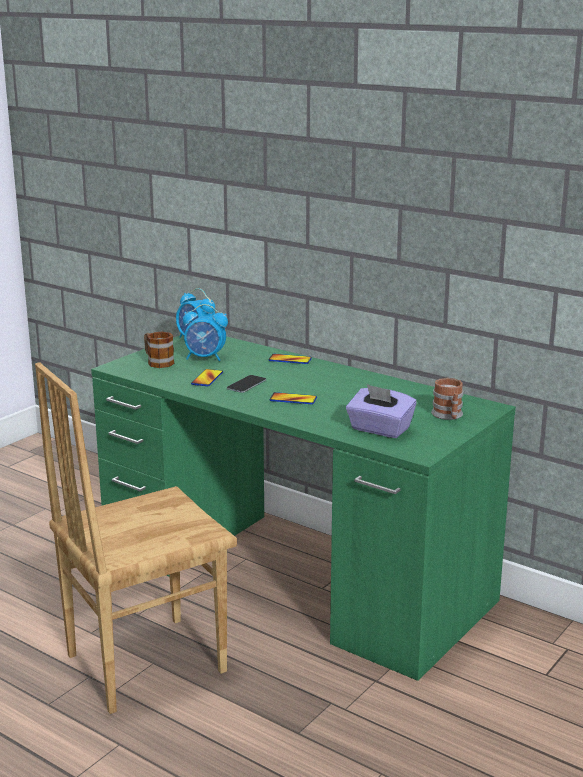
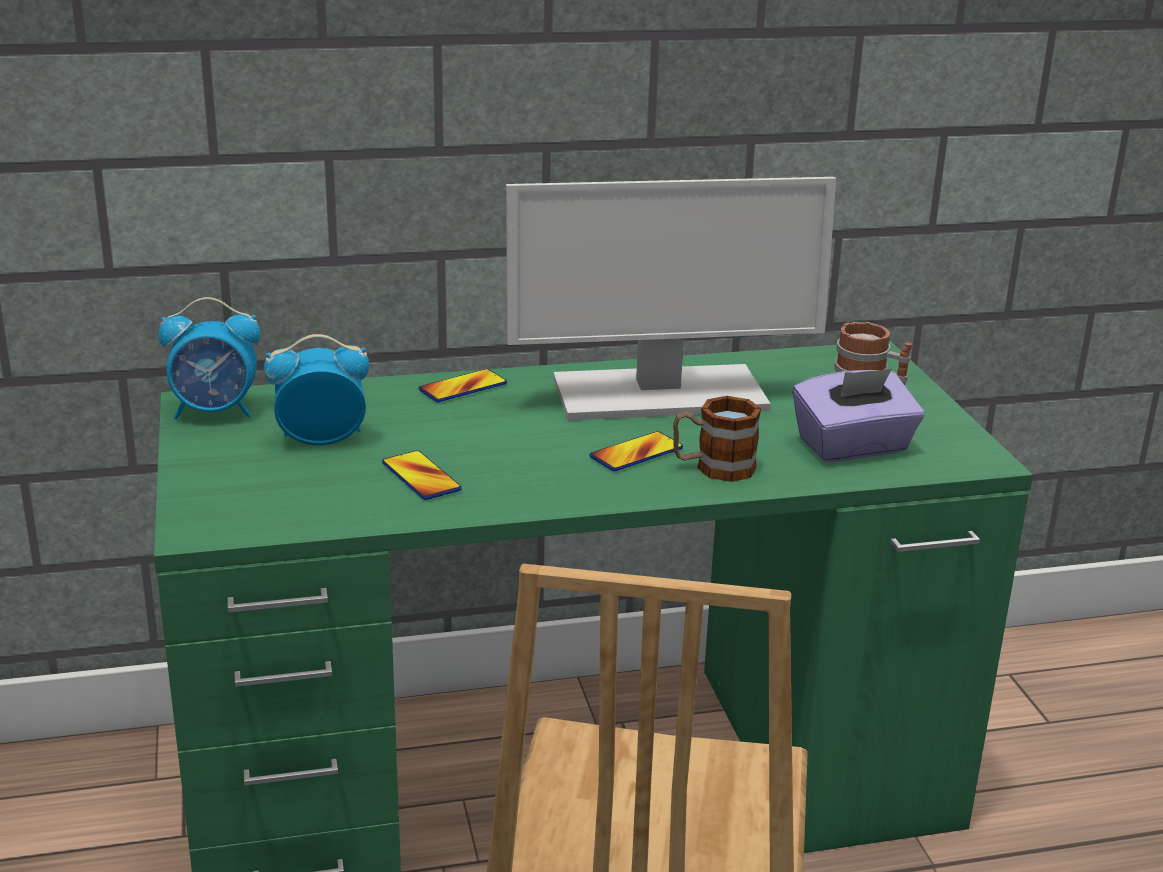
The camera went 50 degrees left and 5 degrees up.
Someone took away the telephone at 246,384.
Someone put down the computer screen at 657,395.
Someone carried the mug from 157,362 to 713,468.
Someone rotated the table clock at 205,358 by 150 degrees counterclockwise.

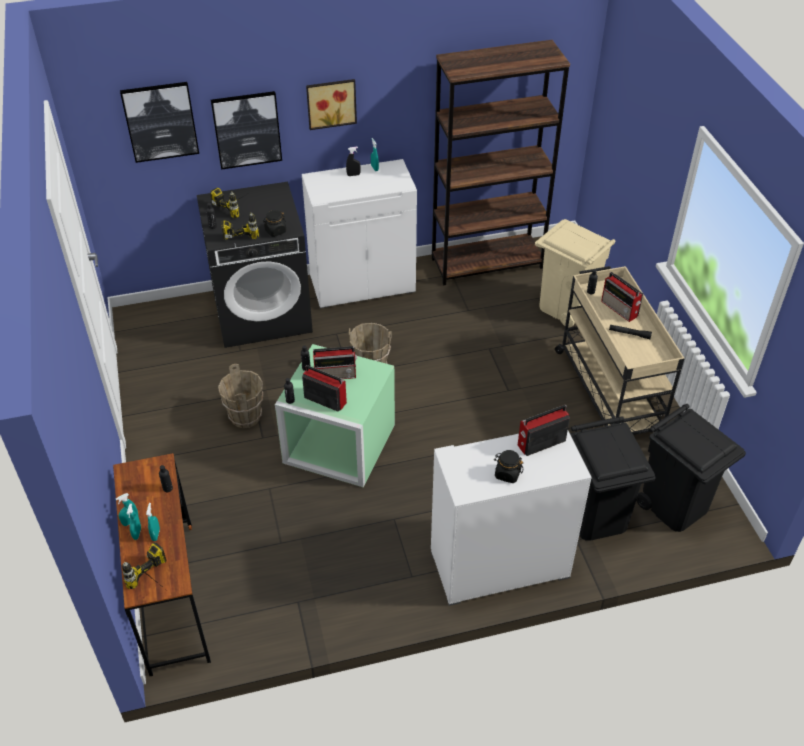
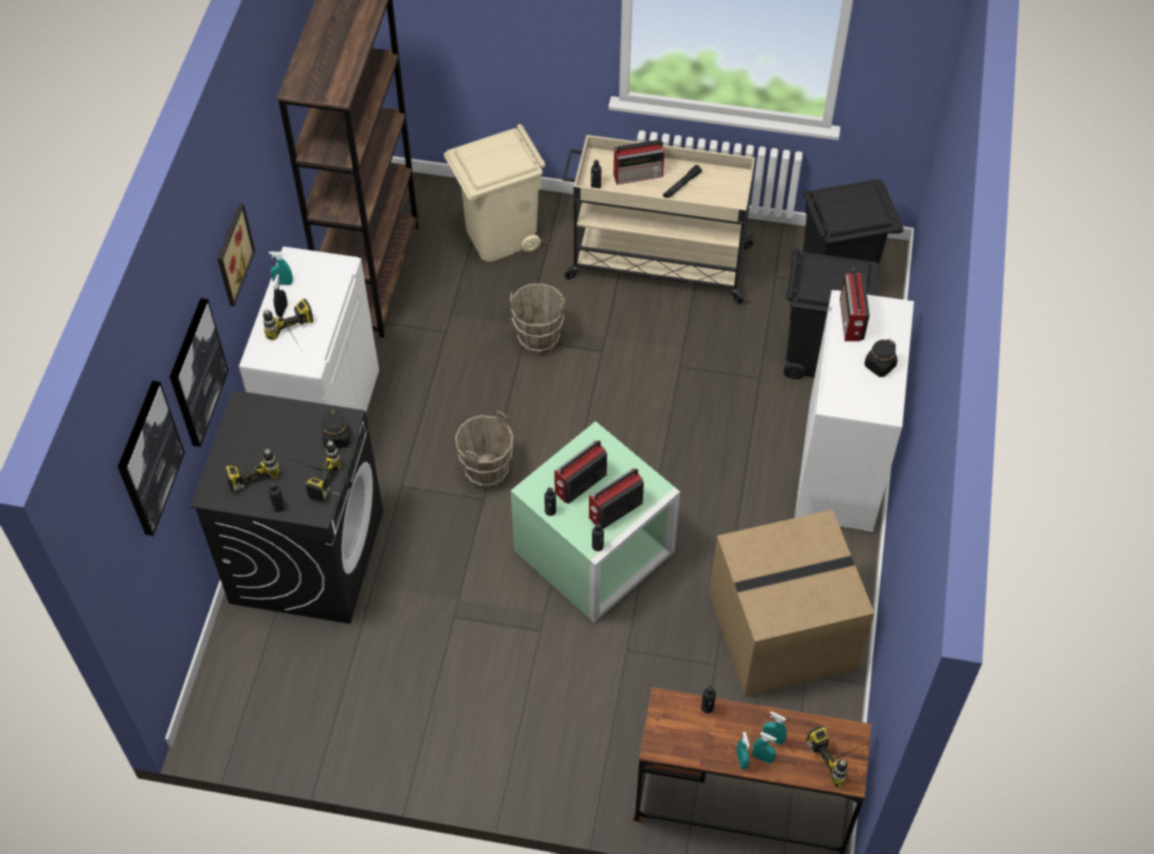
The camera went 65 degrees left and 10 degrees up.
Someone put down the power drill at 296,341.
Someone put down the carton at 781,633.
Someone carried the water bucket/brown-coloured from 246,417 to 538,339.
Someone rotated the radio set at 336,375 by 150 degrees counterclockwise.

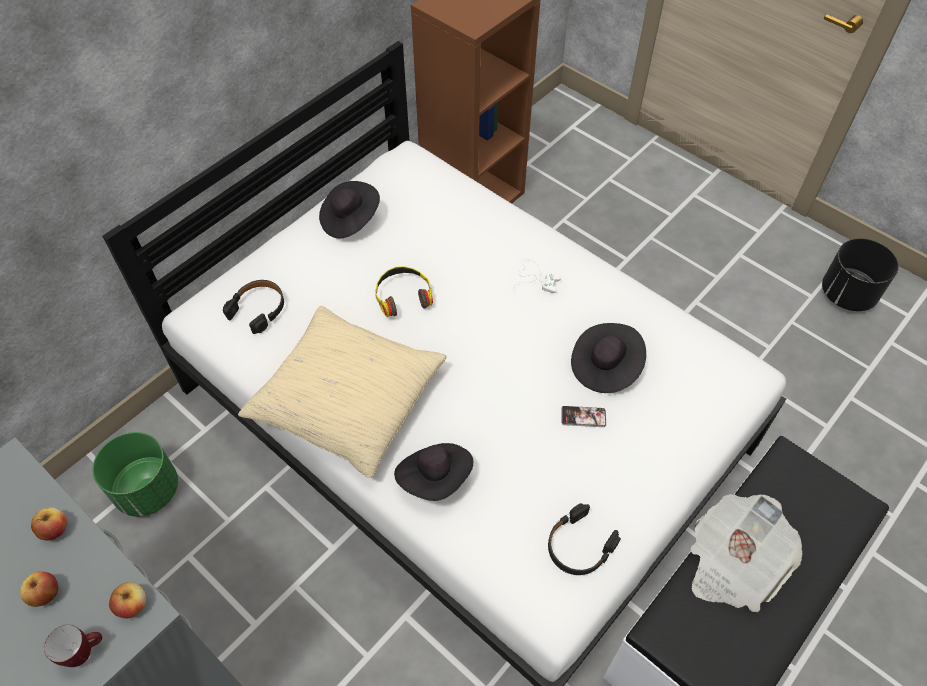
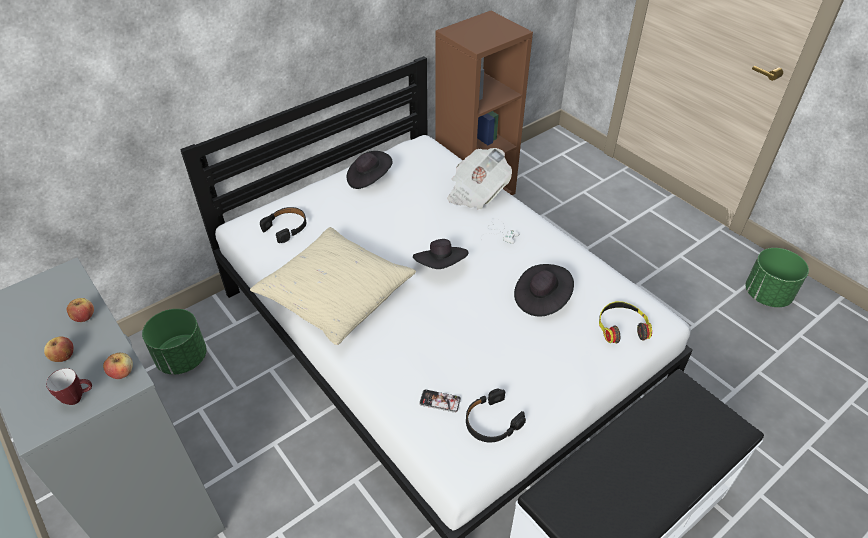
The camera went 10 degrees right and 10 degrees down.
Someone carried the headphones from 403,295 to 621,327.
Someone carried the wearable hat/blackish from 435,478 to 441,266.
Someone carried the telephone from 583,417 to 440,401.
Someone carried the printed paper from 732,563 to 476,192.
Someone repainted the flower pot/blackish at 847,294, which became the flower pot/green at 766,294.

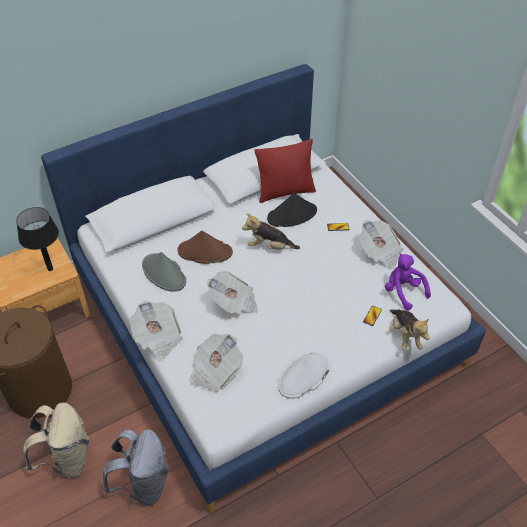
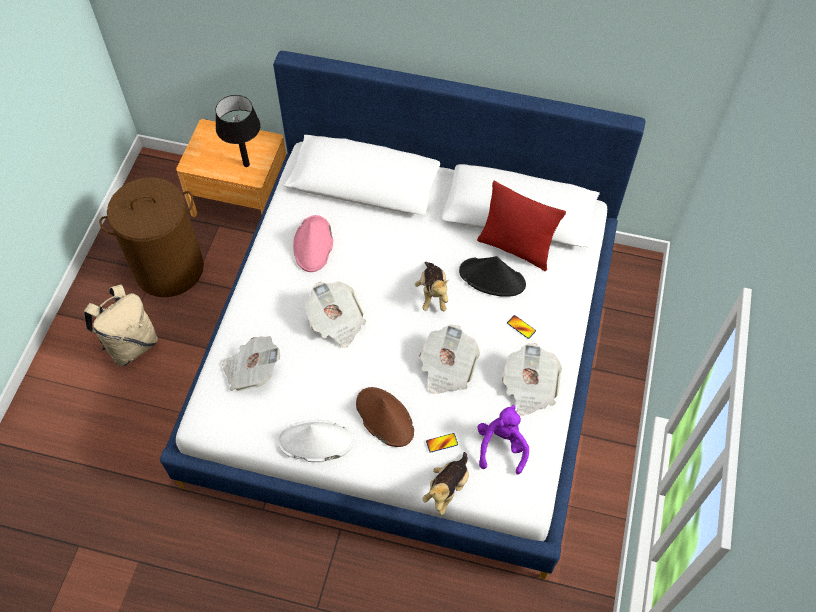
The camera went 45 degrees right and 10 degrees up.
Someone took away the rucksack/greyish at 144,484.
Someone carried the printed paper from 158,337 to 447,368.
Someone carried the wearable hat/brown-coloured from 204,252 to 384,417.
Someone repainted the wearable hat/greyish at 164,273, which became the wearable hat/pinkish at 313,244.
Someone rotated the cuddly toy at 269,246 by 150 degrees counterclockwise.

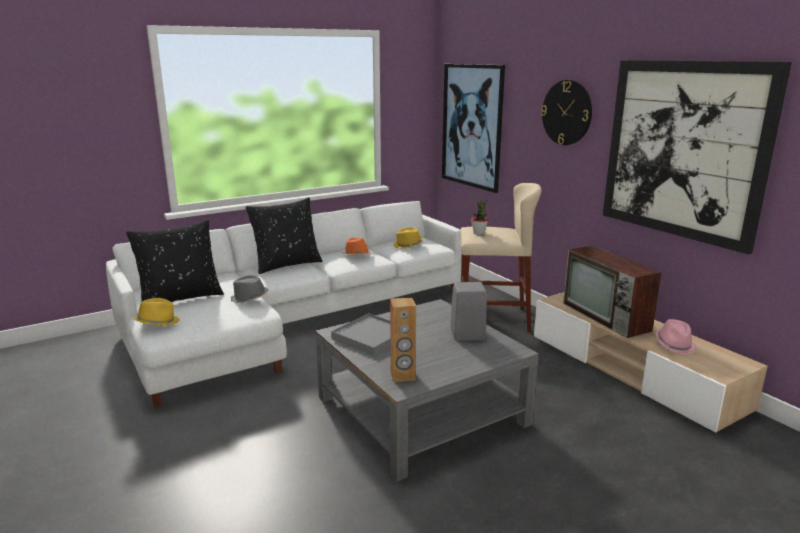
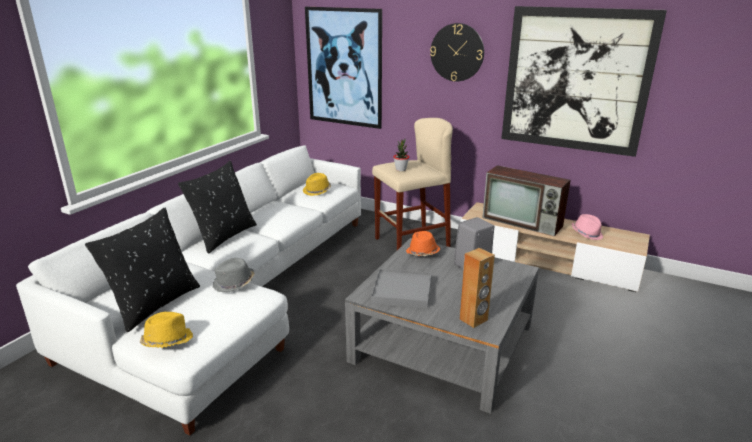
The camera went 30 degrees left and 5 degrees up.
Someone carried the wearable hat/orangey from 356,255 to 422,253.

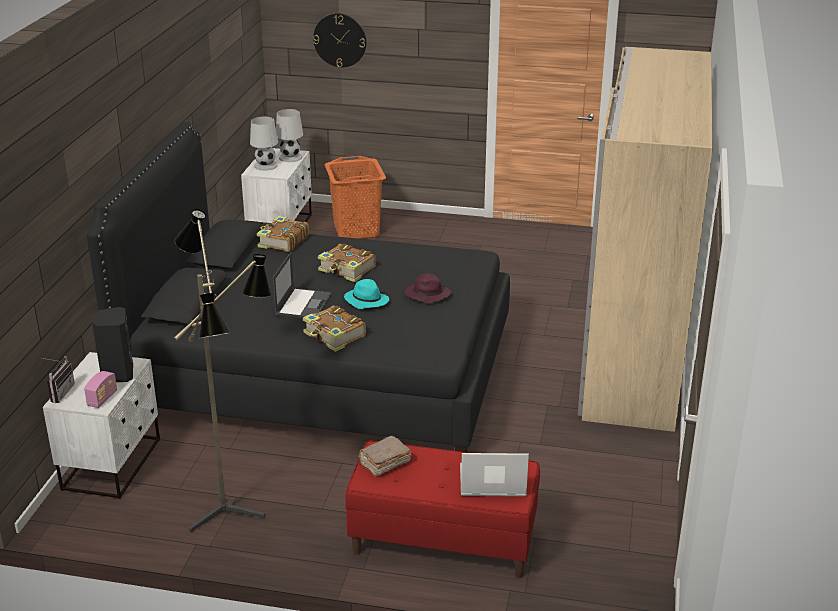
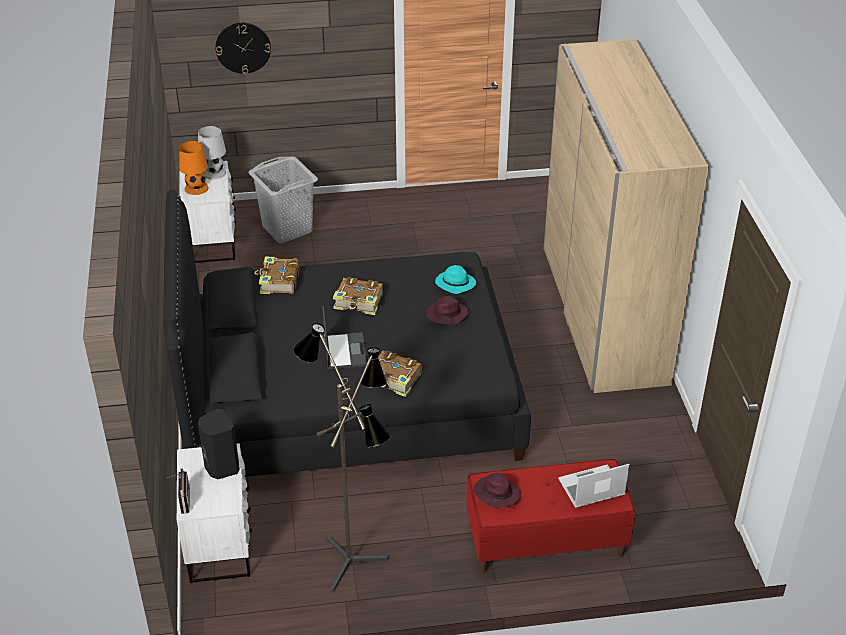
The camera went 20 degrees left and 10 degrees up.
Someone took away the radio set at 102,399.
Someone carried the wearable hat/blue-green from 366,301 to 455,284.
Someone swapped the bound book/brown-coloured at 384,463 for the wearable hat/purple-coloured at 496,493.
Someone repainted the tabletop lamp/white at 265,166, which became the tabletop lamp/orangey at 196,188.
Someone repainted the laundry basket/orangey at 356,231, which became the laundry basket/greyish at 287,229.

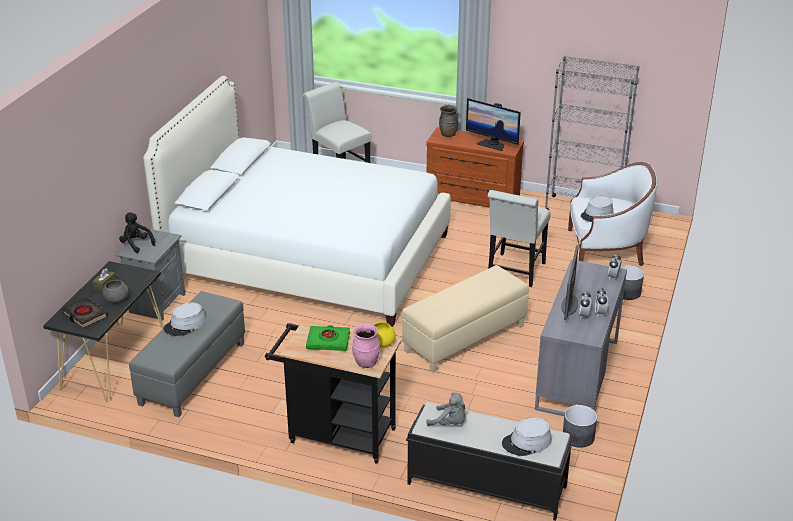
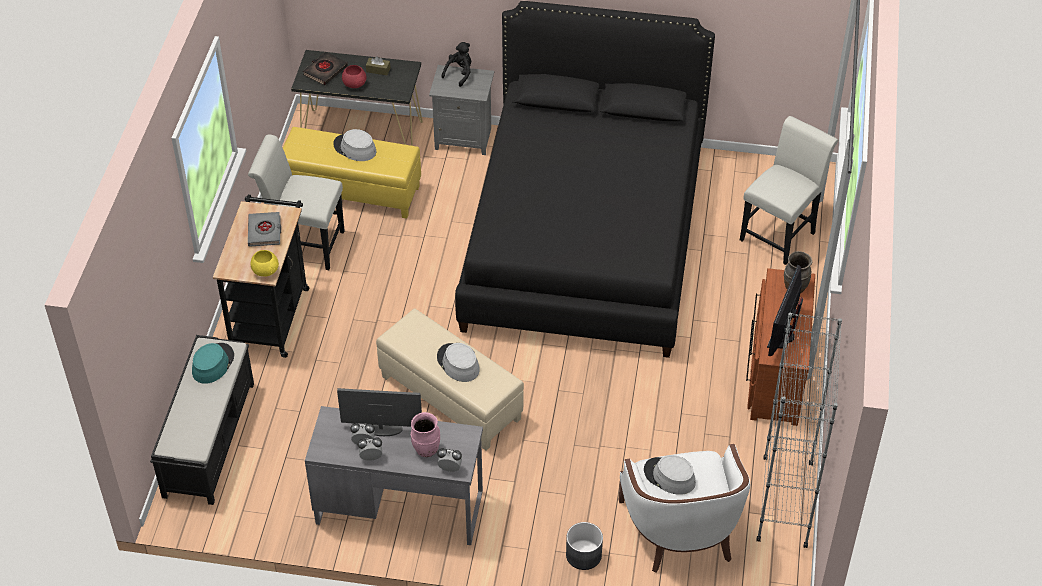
The camera went 80 degrees right and 15 degrees up.
Someone took away the flower pot/greyish at 578,437.
Someone carried the decorative vase/pinkish from 366,363 to 426,449.
Someone carried the chair/white from 514,272 to 304,245.
Someone carried the wearable hat/greyish from 527,442 to 458,363.
Someone swapped the cuddly toy/greyish at 449,423 for the wearable hat/blue-green at 213,364.
Someone repainted the bowl/greyish at 116,299, which became the bowl/red-coloured at 354,83.
Someone repainted the footrest/greyish at 192,373, which became the footrest/yellow-coloured at 352,191.
Someone repainted the bedroom bed/white at 307,256, which became the bedroom bed/blackish at 585,237.
Someone repainted the bound book/green at 328,341, which became the bound book/greyish at 265,231.

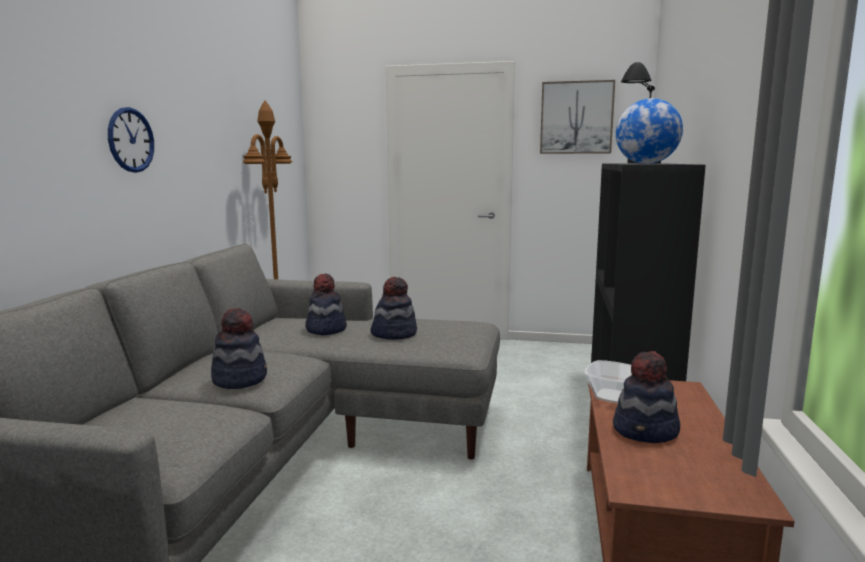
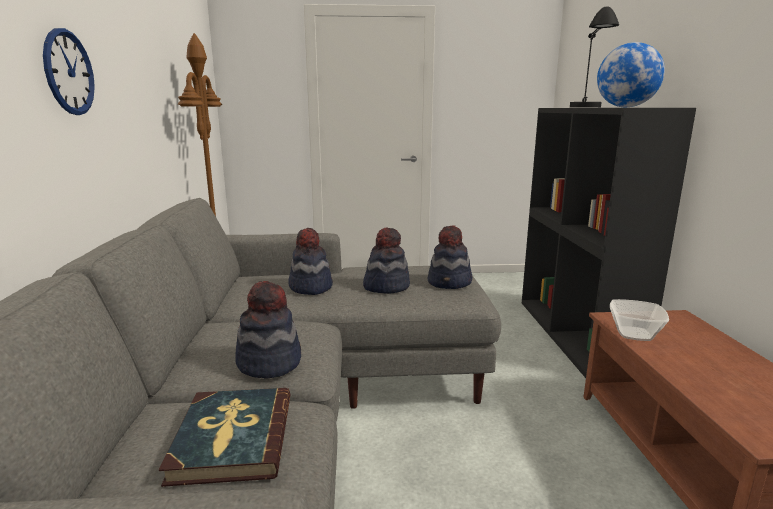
The camera went 15 degrees left and 5 degrees up.
Someone took away the picture at 576,118.
Someone put down the bound book at 232,438.
Someone carried the wearable hat from 646,431 to 450,283.

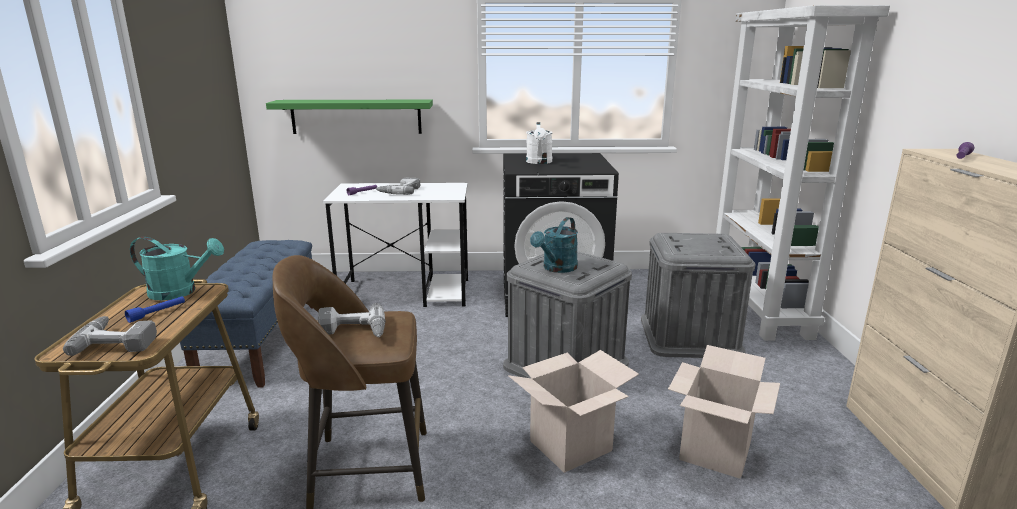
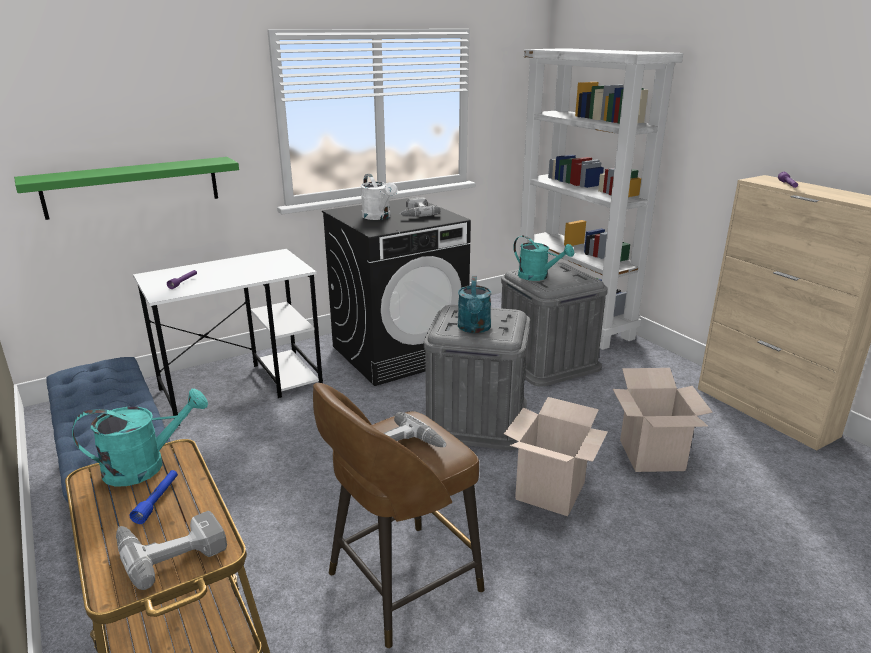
The camera went 30 degrees left and 5 degrees up.
Someone put down the watering can/blue-green at 538,277.
Someone carried the power drill from 399,191 to 415,213.

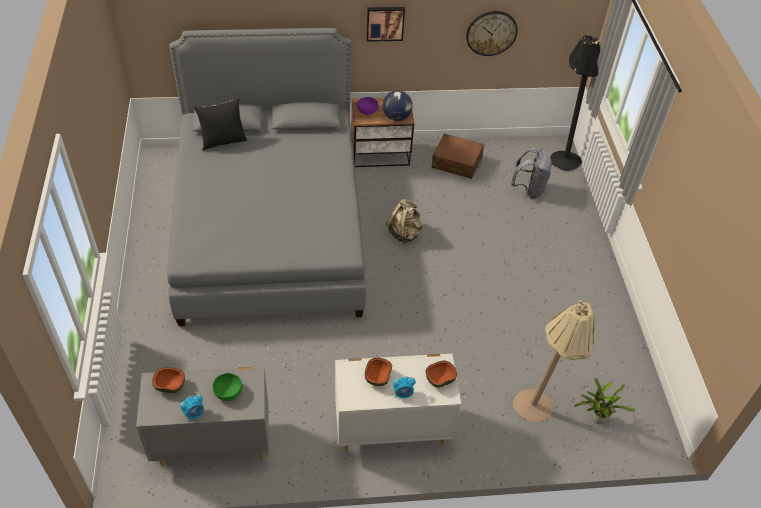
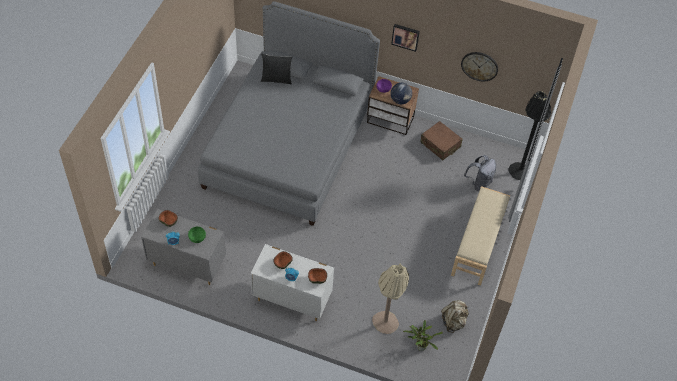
The camera went 25 degrees right and 5 degrees up.
Someone put down the long seat/beige at 478,244.
Someone carried the rucksack/beige from 404,233 to 453,322.

